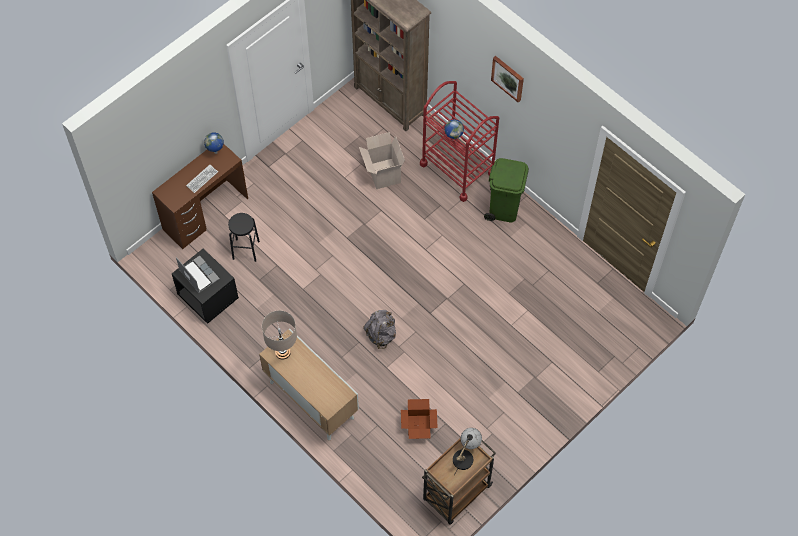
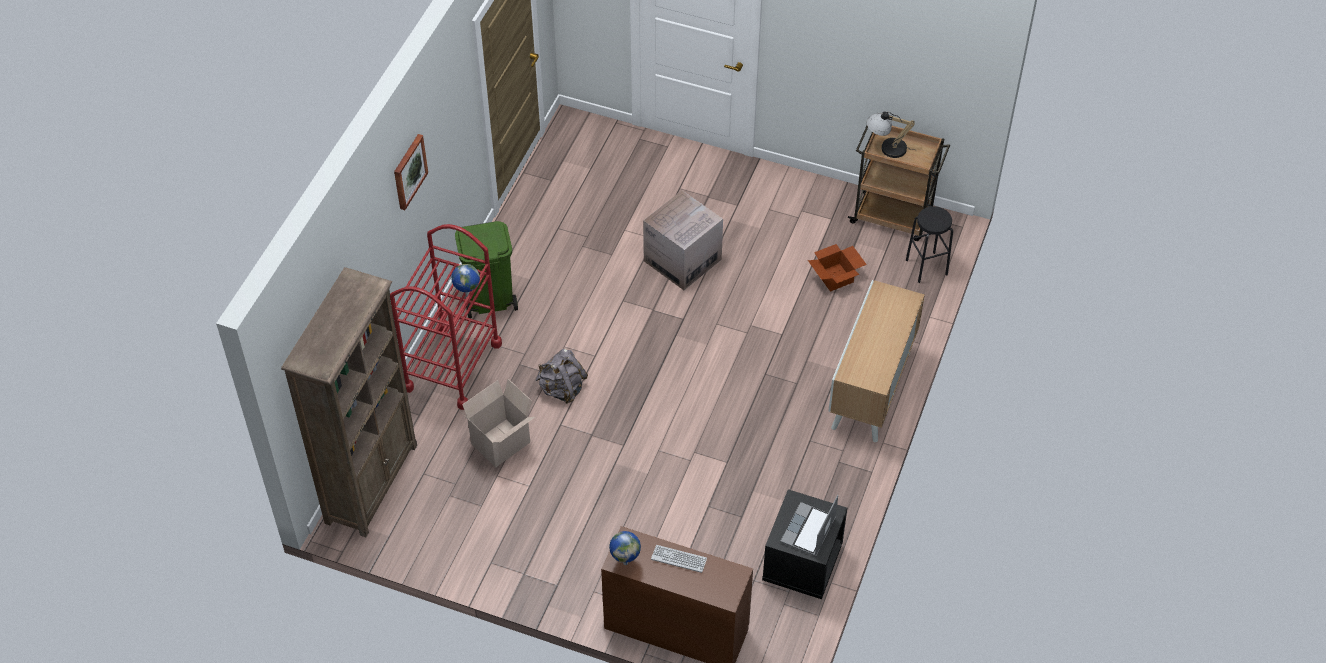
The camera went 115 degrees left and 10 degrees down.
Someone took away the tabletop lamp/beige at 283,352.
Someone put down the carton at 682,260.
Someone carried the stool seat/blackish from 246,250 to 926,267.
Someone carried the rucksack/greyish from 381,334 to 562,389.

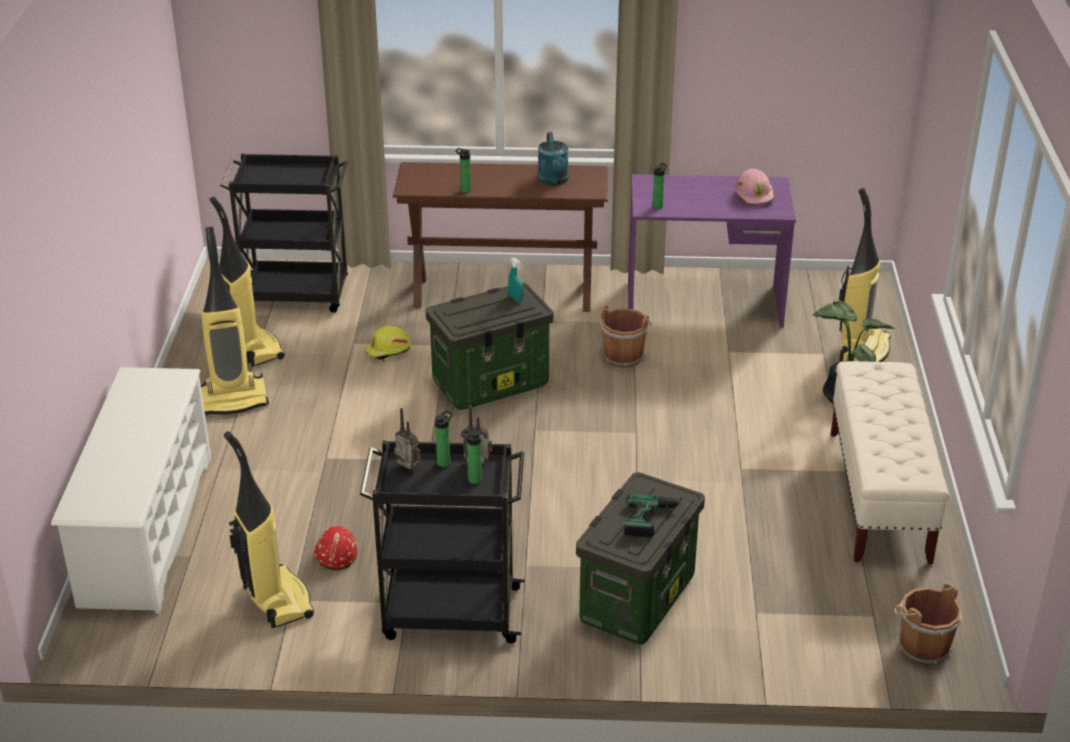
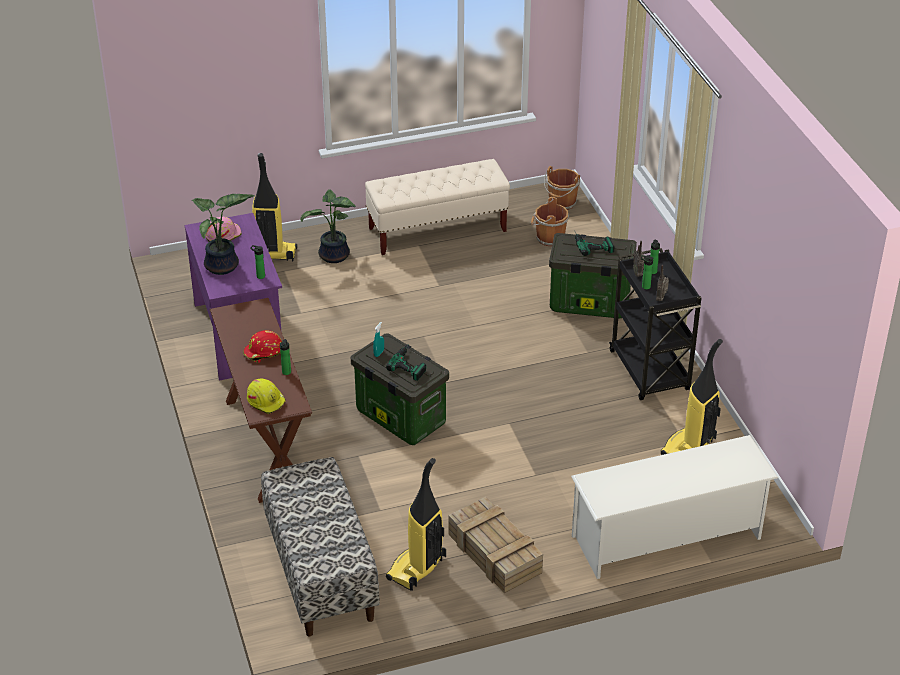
The camera went 110 degrees left and 5 degrees up.
Someone took away the watering can/blue-green at 554,181.
Someone put down the plant in a pot at 223,267.
Someone put down the power drill at 411,363.
Someone carried the hard hat/red-coloured from 335,553 to 263,352.
Someone carried the hard hat/yellow-coloured from 388,351 to 266,400.
Someone carried the water bucket/brown-coloured from 623,355 to 549,238.
Someone swapped the vacuum cleaner at 233,399 for the packing crate at 493,552.
Someone swapped the cart/blackish at 297,295 for the long seat at 320,572.

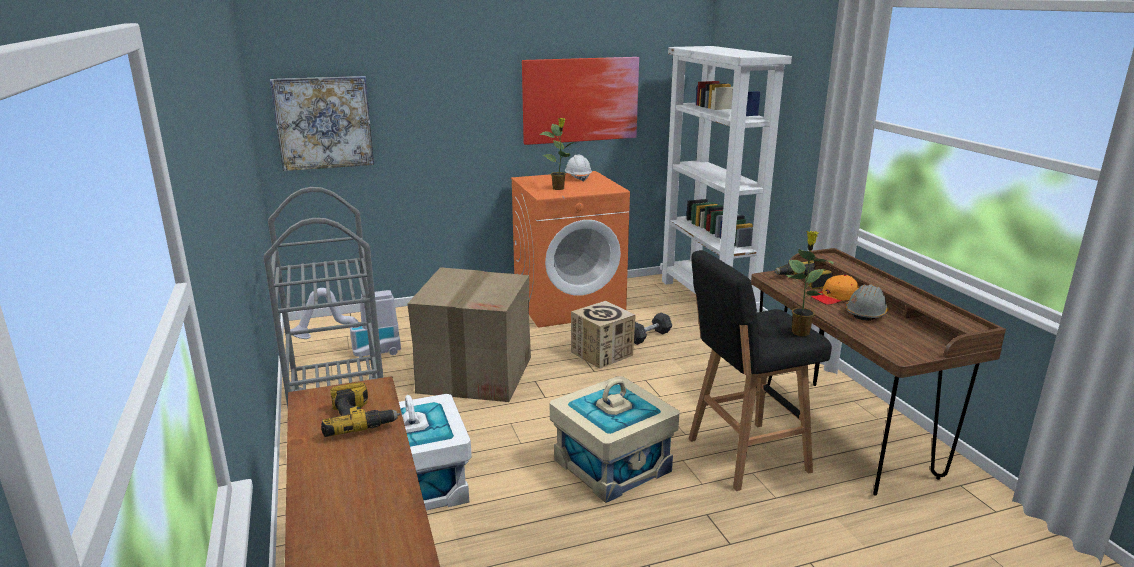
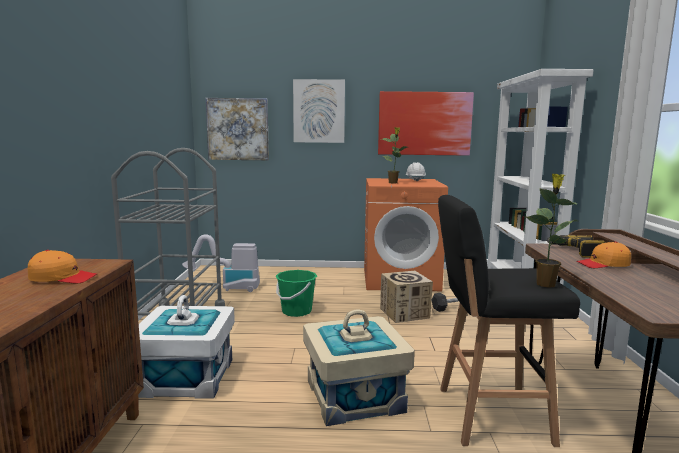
The camera went 20 degrees right and 10 degrees down.
Someone took away the hard hat/greyish at 866,313.
Someone put up the picture at 319,111.
Someone swapped the power drill at 359,419 for the baseball cap/orangey at 63,278.
Someone swapped the carton at 476,374 for the water bucket/green at 296,311.

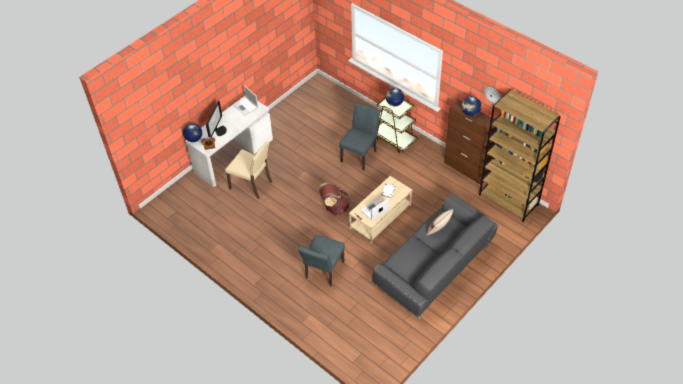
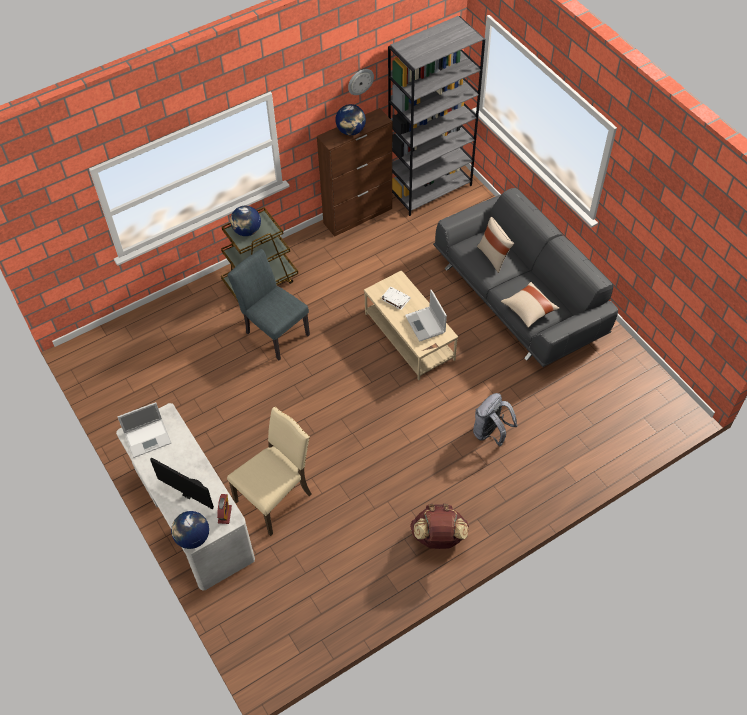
The camera went 75 degrees left and 5 degrees up.
Someone put down the throw pillow/beige at 528,310.
Someone carried the rucksack/brown-coloured from 334,207 to 438,537.
Someone swapped the chair/greyish at 323,272 for the rucksack/greyish at 491,433.
Someone repainted the shelving unit/brown-coloured at 509,200, which became the shelving unit/greyish at 430,188.

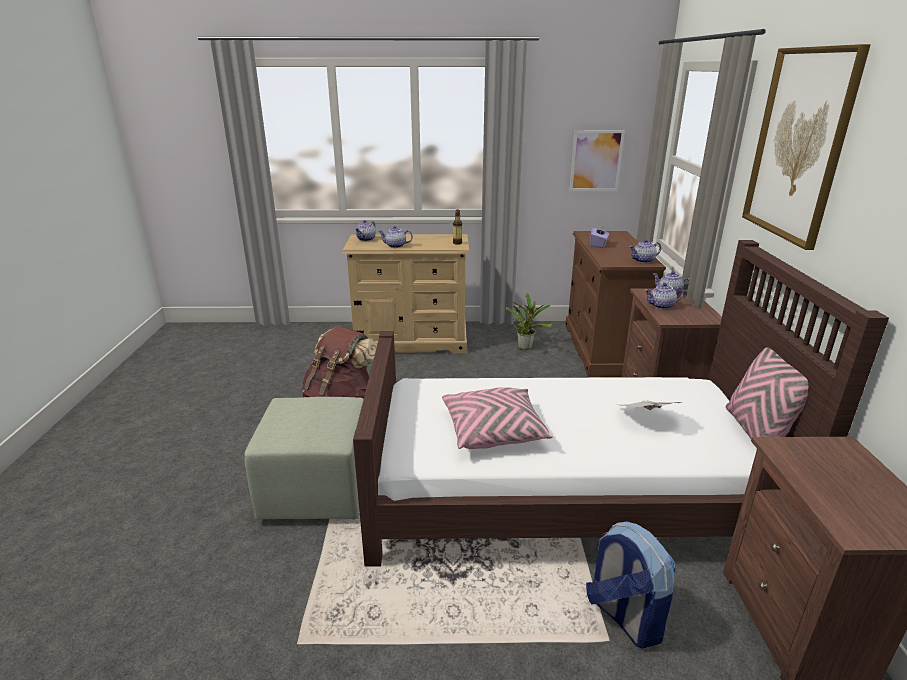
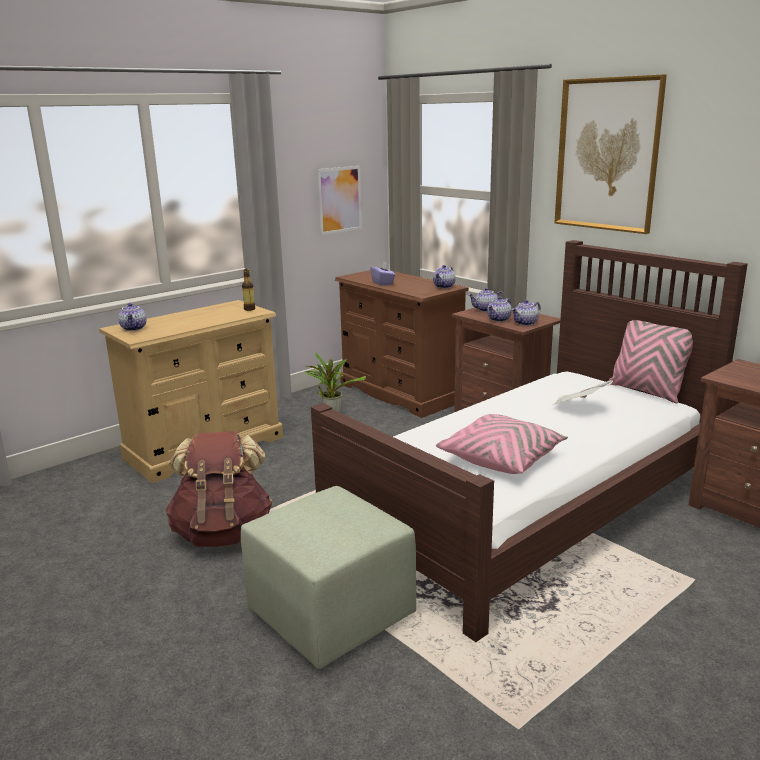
The camera went 40 degrees left and 5 degrees down.
Someone took away the rucksack at 623,616.
Someone carried the tea pot from 395,246 to 525,323.

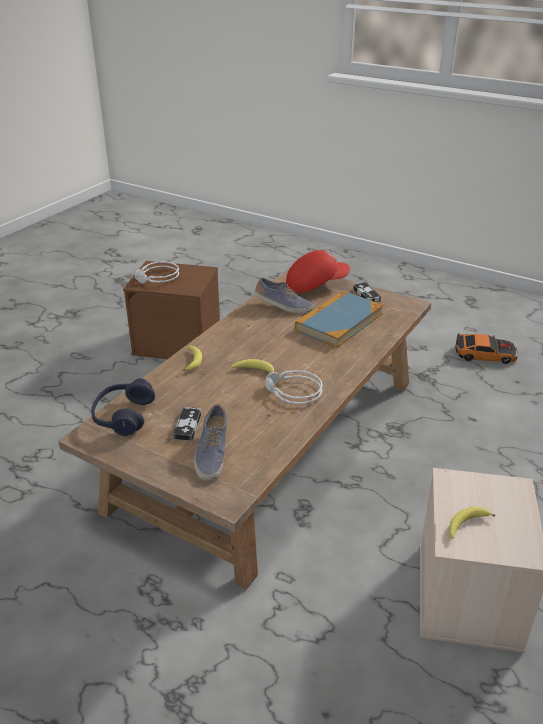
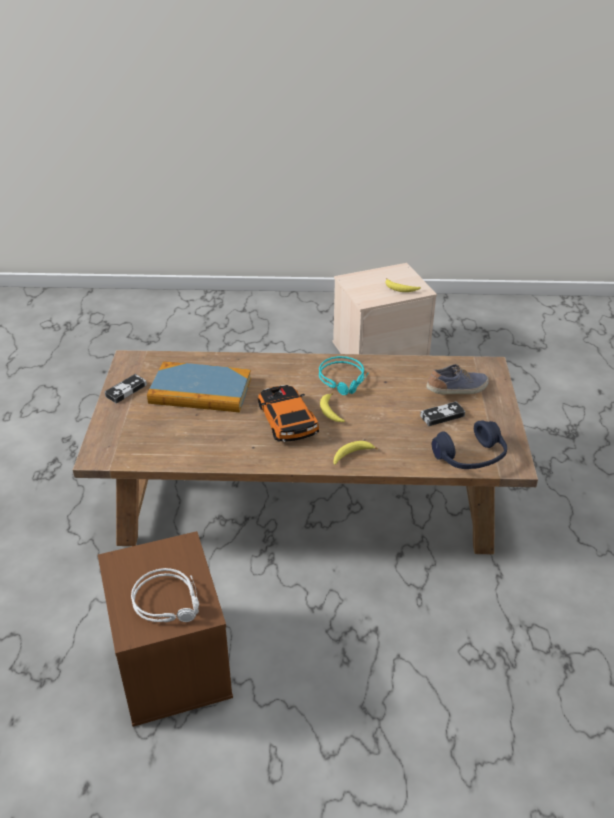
The camera went 120 degrees left and 5 degrees up.
Someone took away the item of footwear at 283,306.
Someone took away the baseball cap/red-coloured at 316,284.
Someone carried the toy car from 485,354 to 286,419.
Someone repainted the headphones/greyish at 292,392, which became the headphones/blue-green at 344,380.

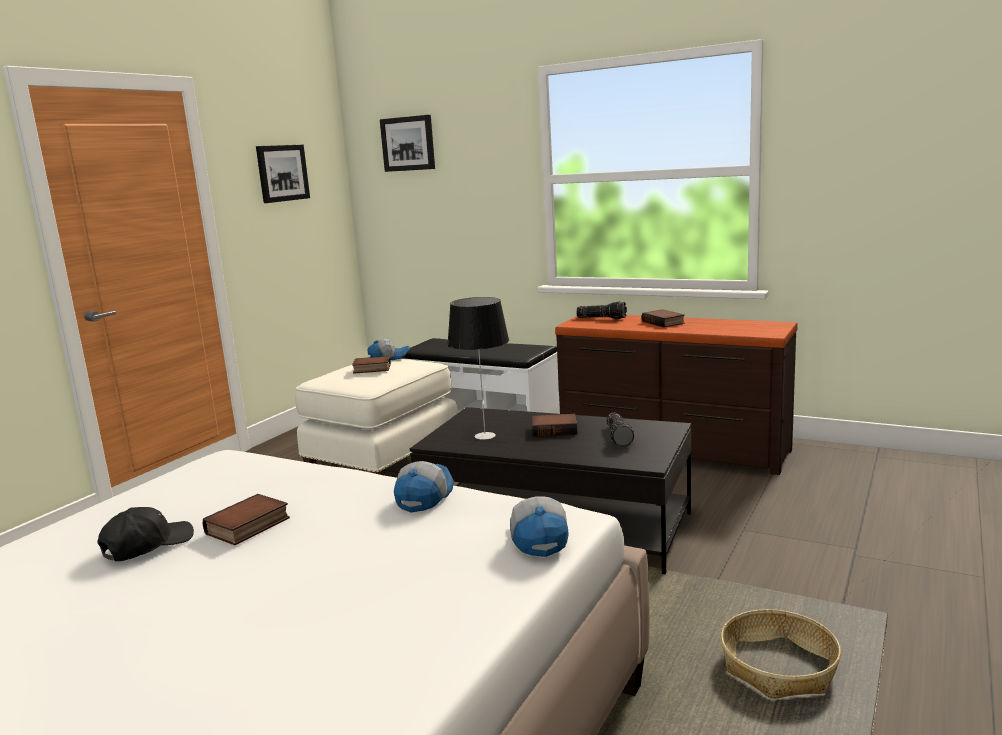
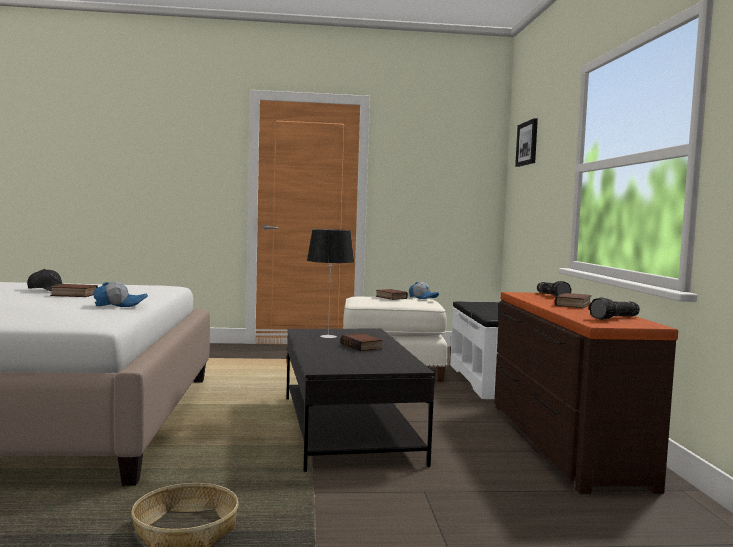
The camera went 55 degrees right and 10 degrees down.
Someone took away the picture at 282,173.
Someone took away the baseball cap at 537,537.
Someone carried the torch from 620,437 to 615,318.

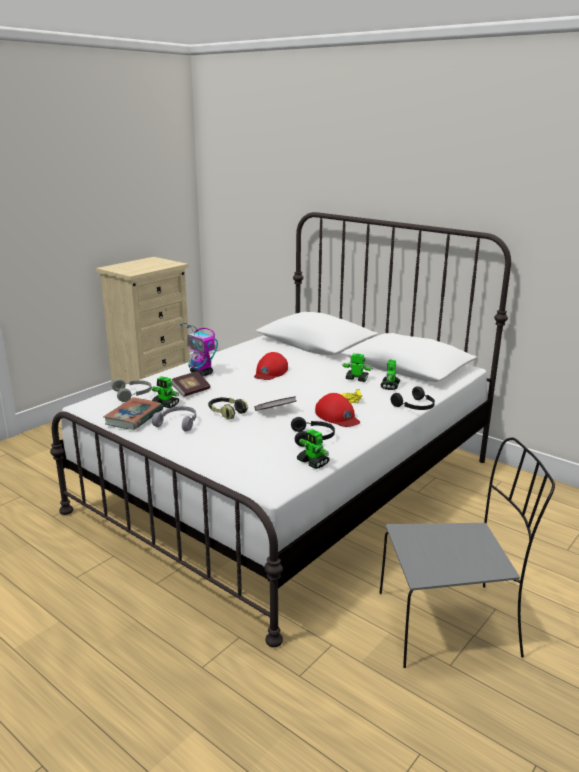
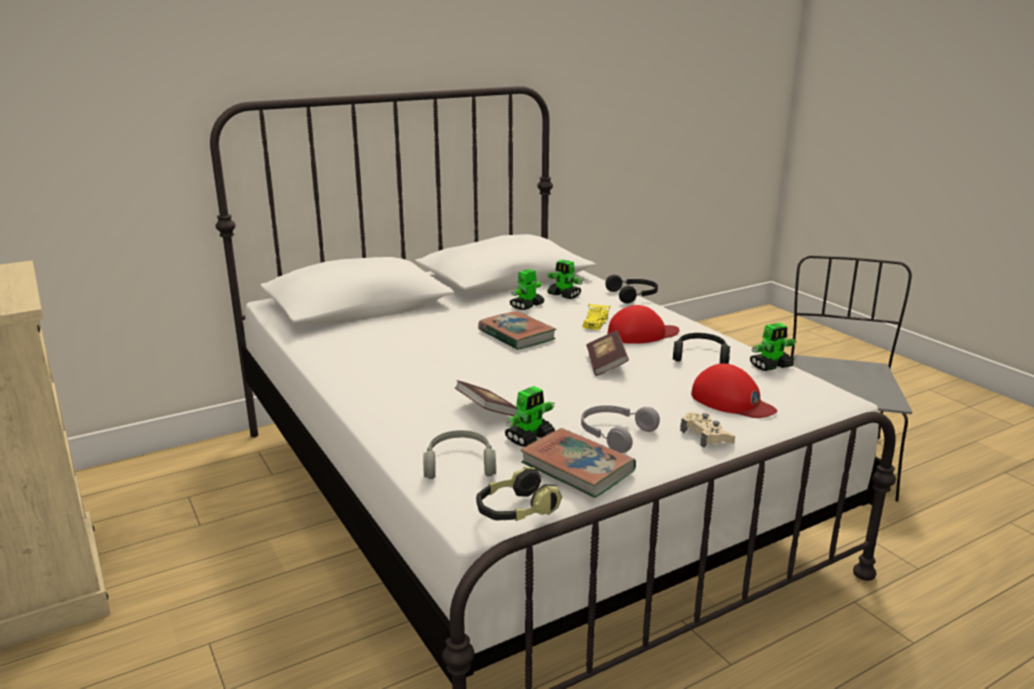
The camera went 70 degrees left and 0 degrees up.
Someone took away the robot figure at 201,373.
Someone put down the bound book at 516,335.
Someone put down the gamepad/beige at 706,436.
Someone carried the headphones from 226,413 to 516,511.
Someone carried the baseball cap/red-coloured from 270,372 to 732,401.

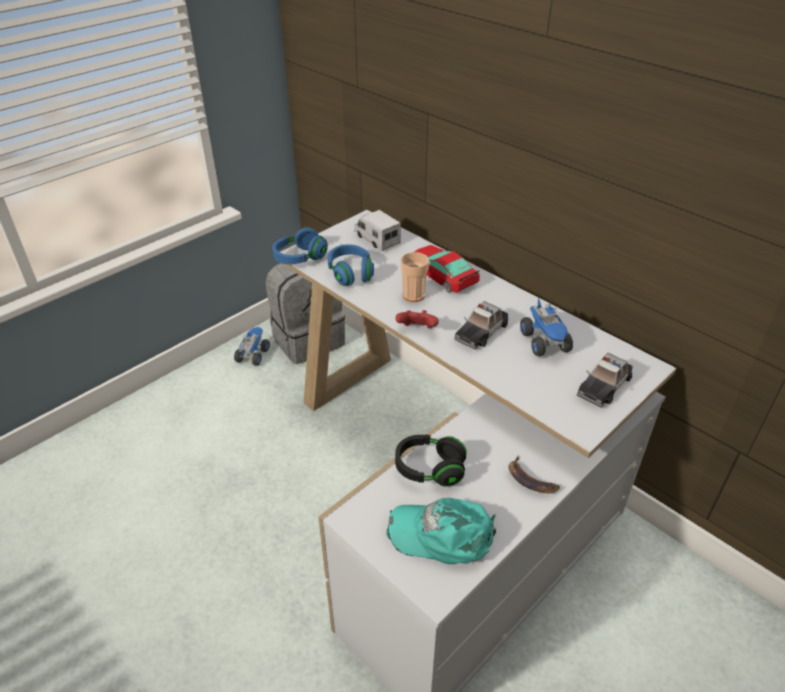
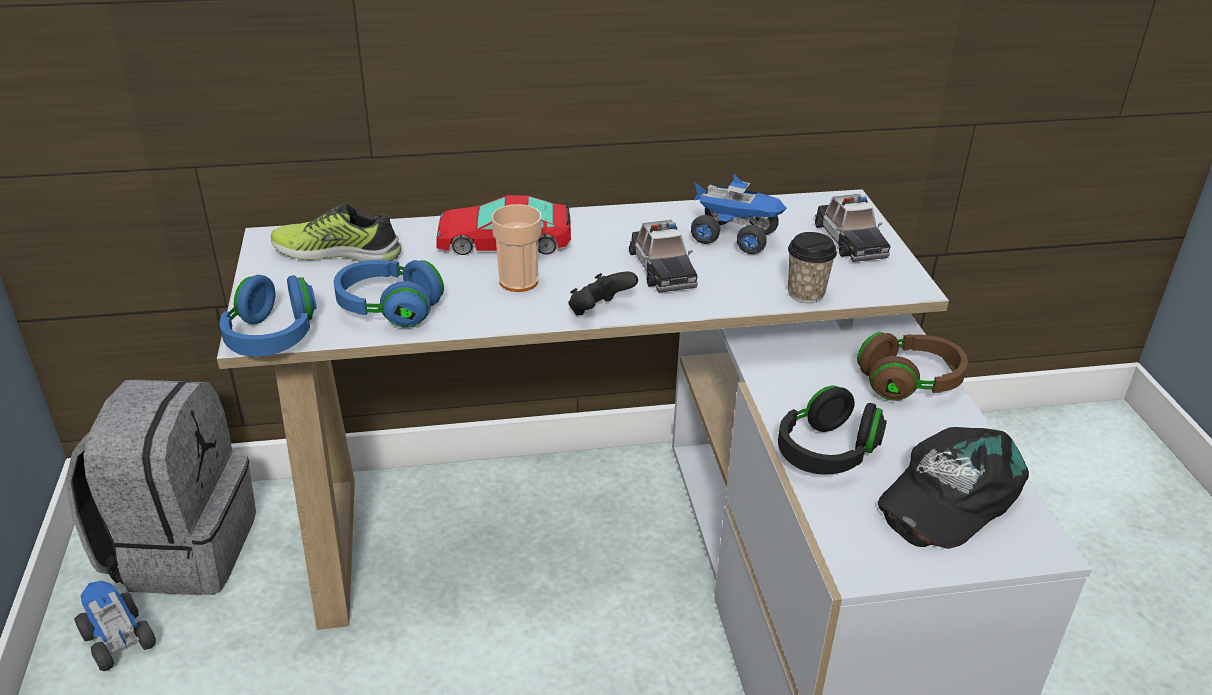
The camera went 55 degrees left and 5 degrees down.
Someone put down the drinking cup at 805,293.
Someone swapped the toy lorry at 377,239 for the item of footwear at 338,252.
Someone swapped the banana at 531,479 for the headphones/brown-coloured at 909,383.
Someone repainted the baseball cap/blue-green at 442,534, which became the baseball cap/blackish at 948,494.
Someone repainted the gamepad/red-coloured at 417,330, which became the gamepad/blackish at 599,312.

